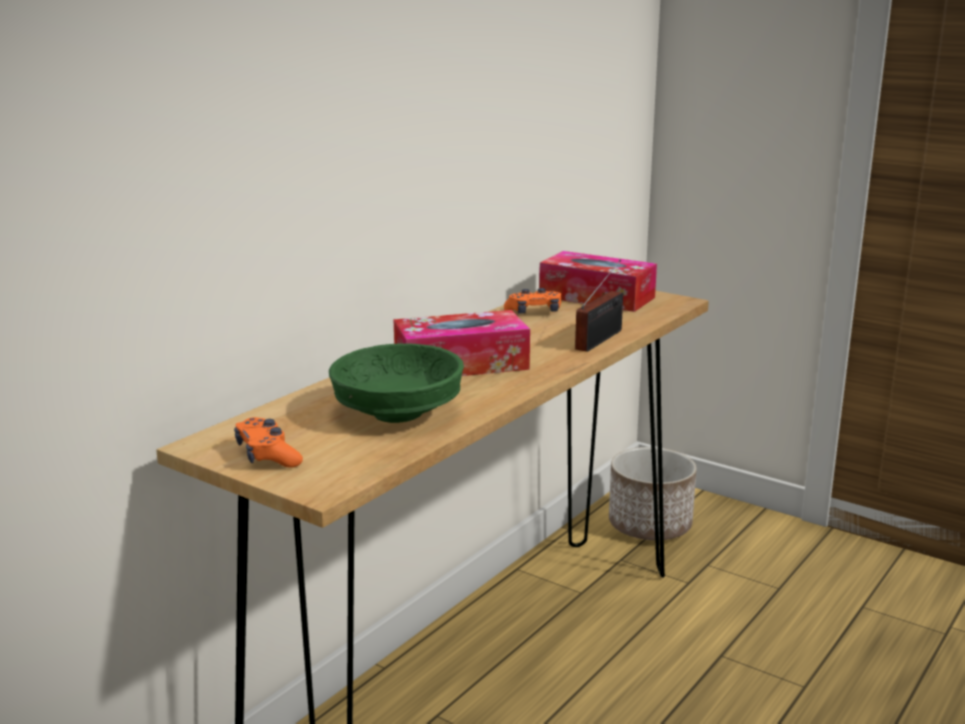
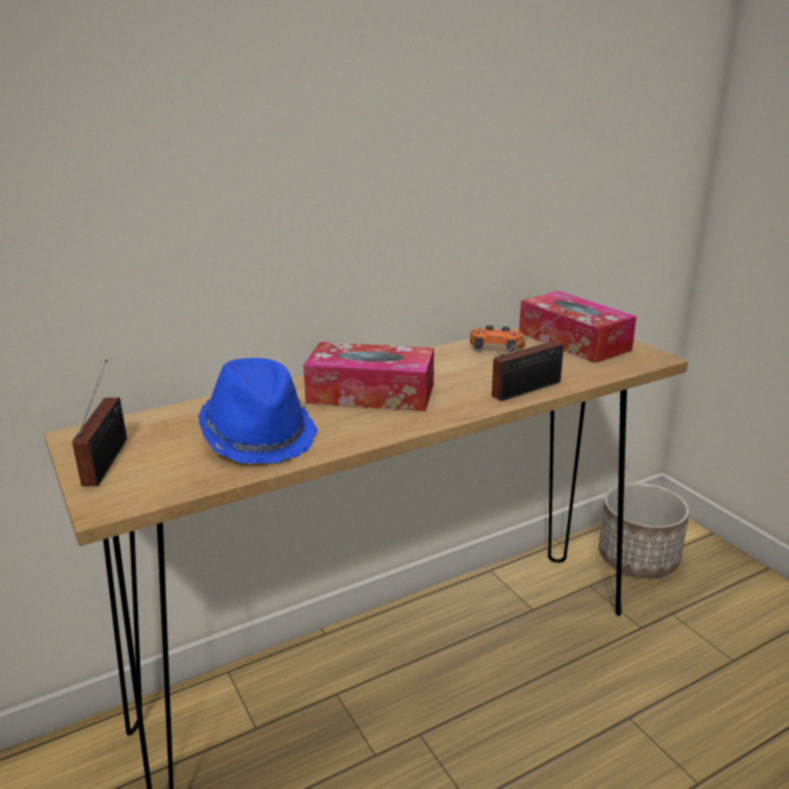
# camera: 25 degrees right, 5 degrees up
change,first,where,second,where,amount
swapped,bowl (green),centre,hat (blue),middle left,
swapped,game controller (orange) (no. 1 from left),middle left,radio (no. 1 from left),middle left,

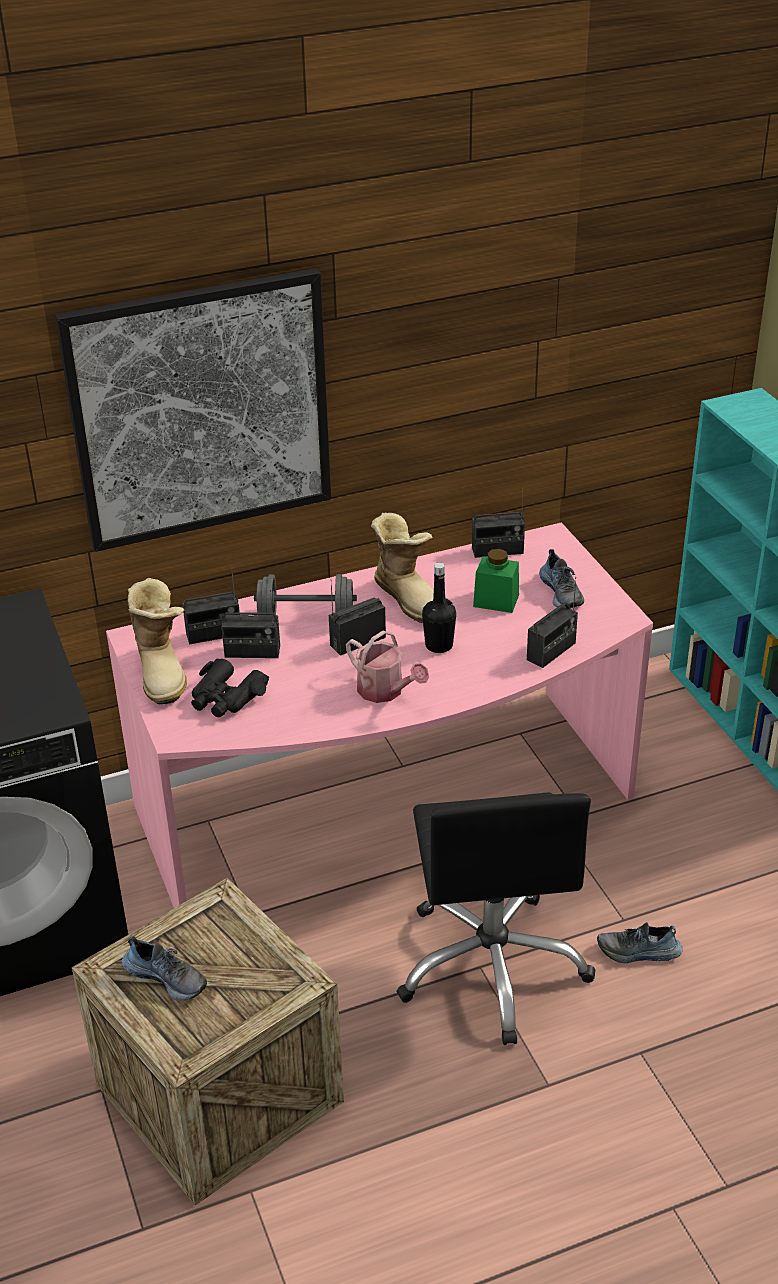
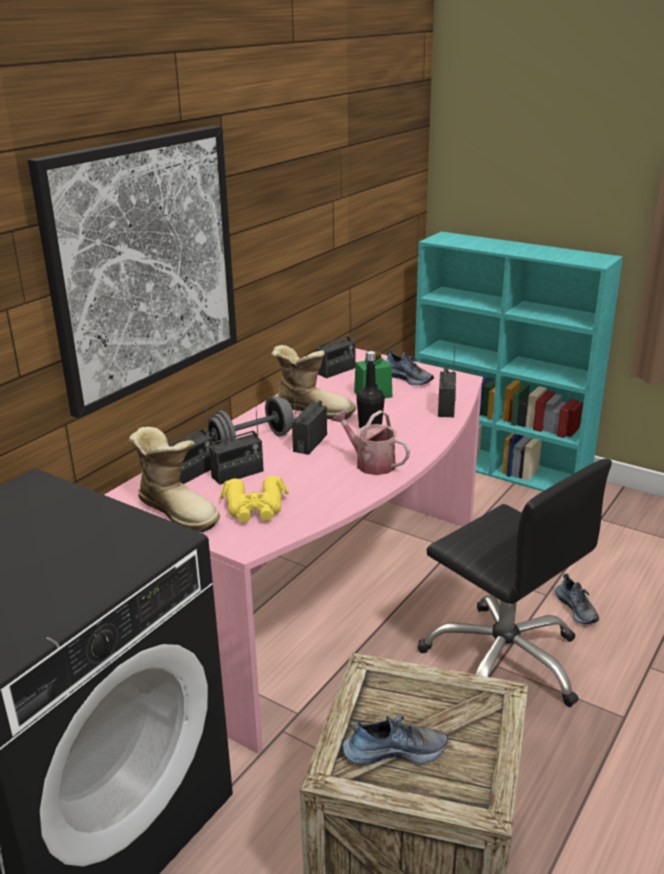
# camera: 35 degrees left, 10 degrees down
change,first,where,second,where,amount
rotated,watering can,centre,,centre,150 degrees counterclockwise
repainted,binoculars (black),middle left,binoculars (yellow),centre,
rotated,shoe (no. 3 from left),bottom right,,bottom right,75 degrees counterclockwise

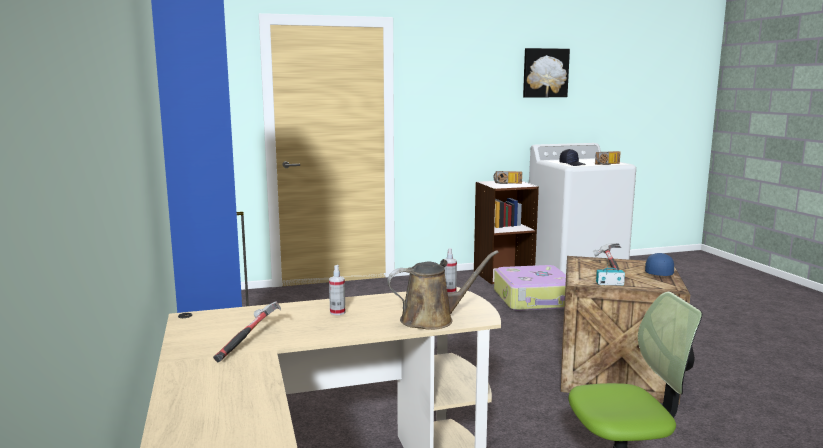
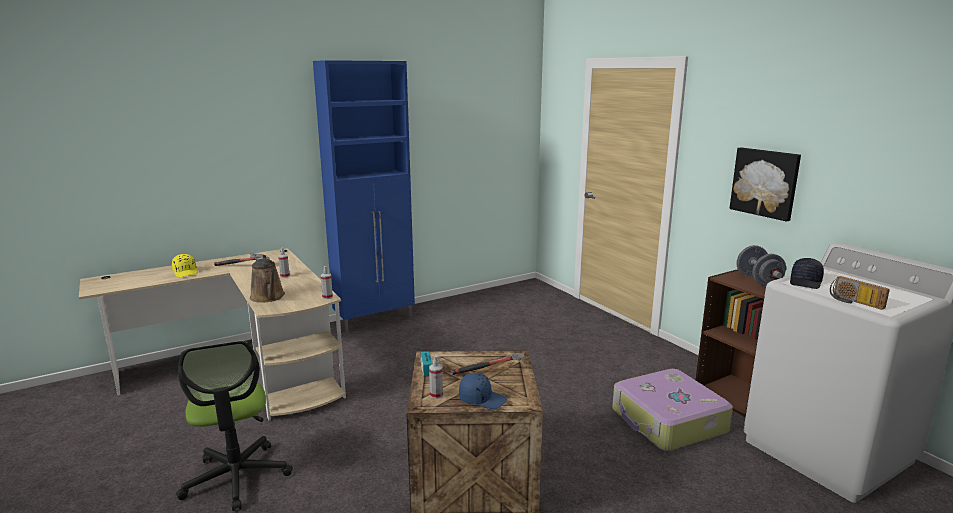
# camera: 75 degrees right, 5 degrees up
change,first,where,second,where,amount
shifted,picture,top centre,,middle right,
swapped,radio (no. 1 from left),centre,dumbbell (grey),middle right,
new,,,cap (yellow),middle left,
new,,,spray bottle (no. 3 from left),bottom centre,

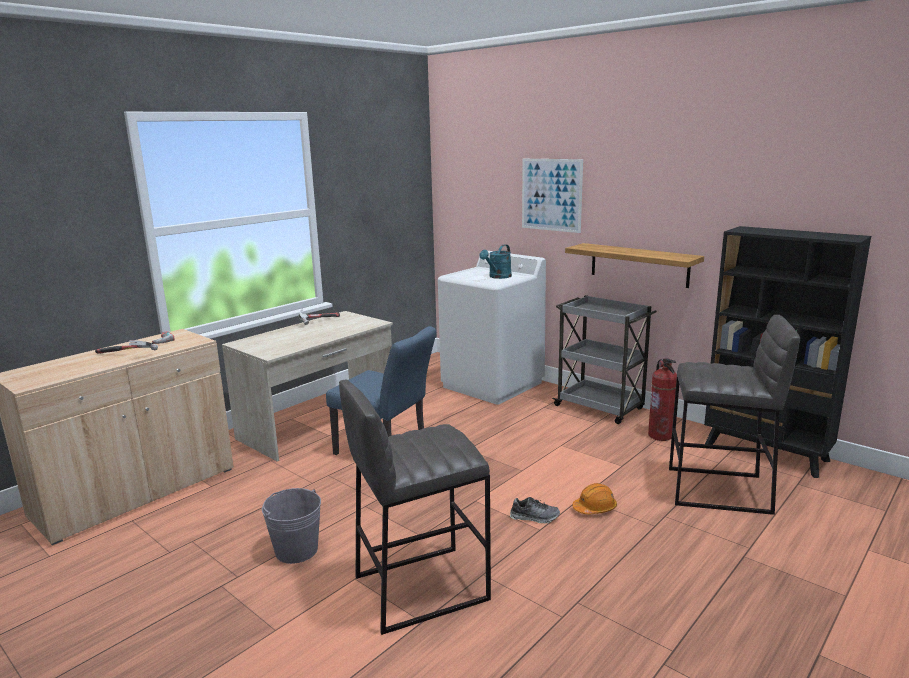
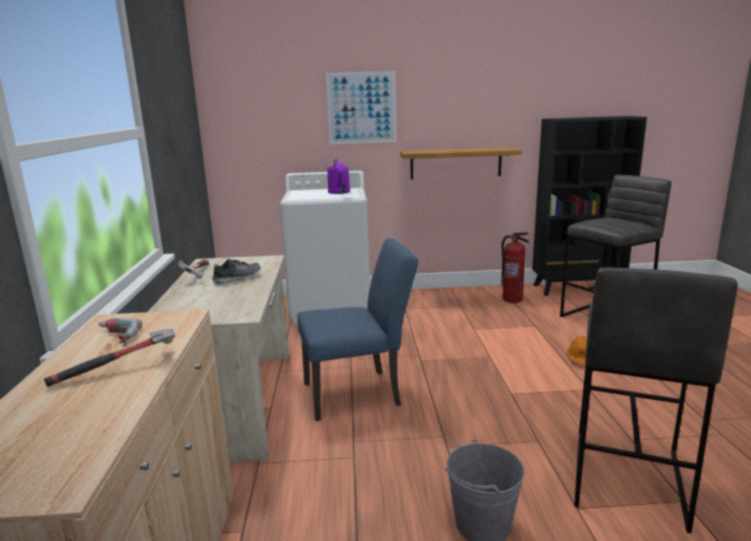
# camera: 45 degrees left, 0 degrees up
change,first,where,second,where,amount
repainted,watering can (turquoise),centre,watering can (purple),top centre,
gone,cart (grey),centre,,,
shifted,shoe,bottom centre,,middle left,

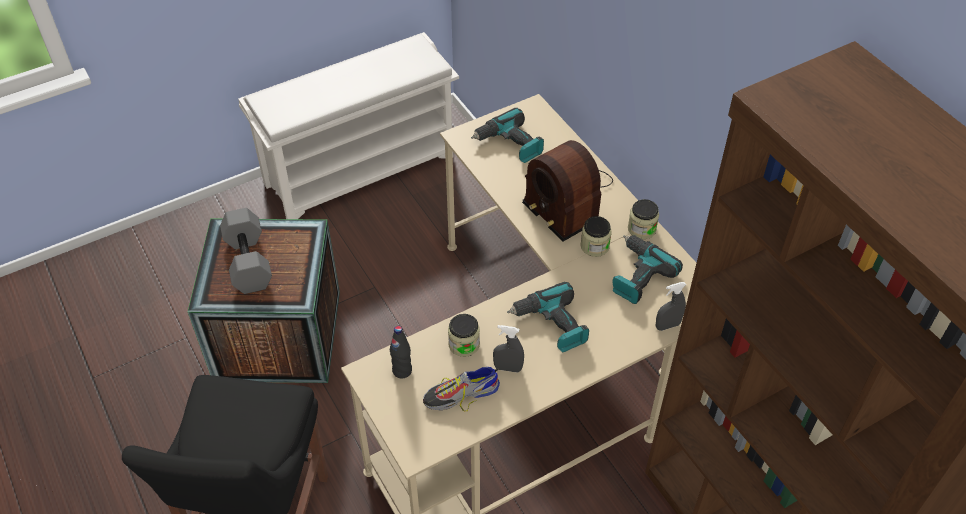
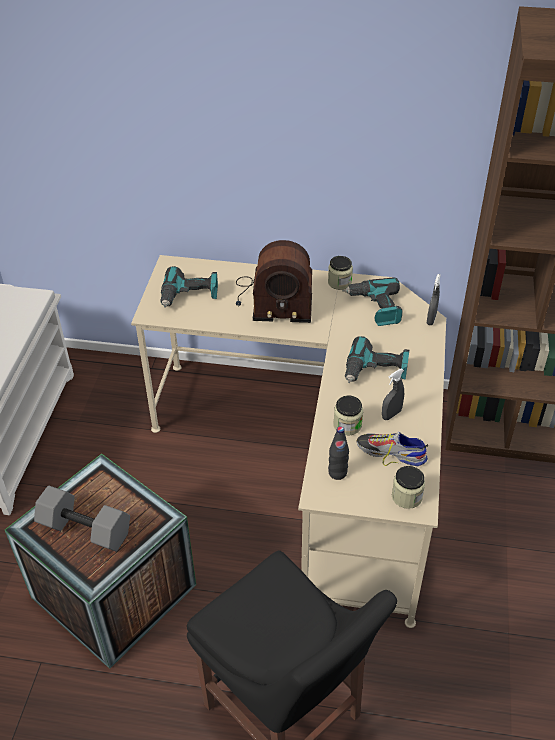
# camera: 50 degrees left, 5 degrees down
change,first,where,second,where,amount
shifted,jar (no. 2 from left in the first image),centre,jar (no. 3 from left),middle right,
rotated,shoe,bottom centre,,middle right,90 degrees clockwise

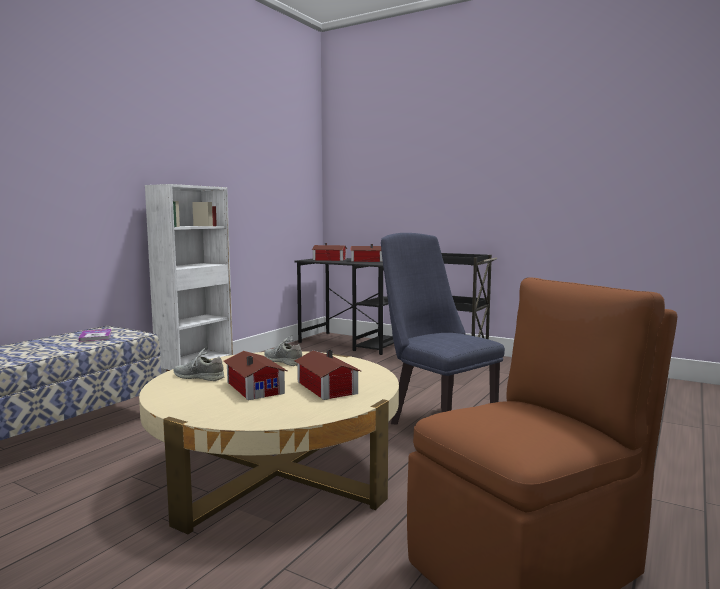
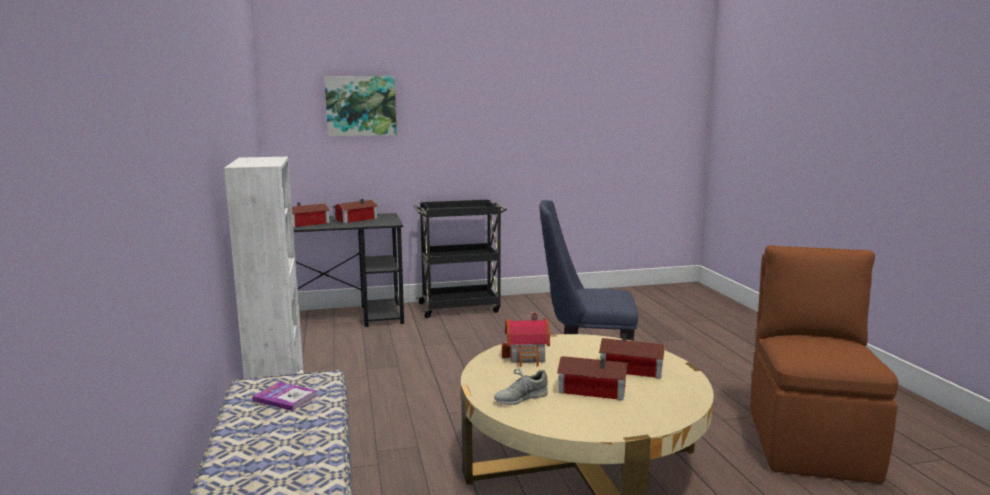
# camera: 45 degrees left, 5 degrees up
change,first,where,second,where,amount
swapped,shoe (grey) (no. 2 from left),centre,toy house (no. 3 from left),bottom centre,
new,,,picture,top centre,

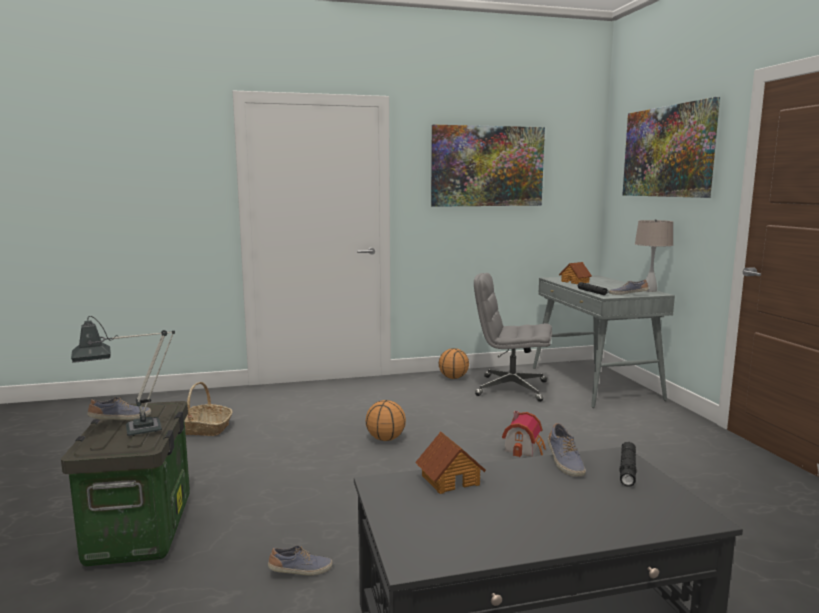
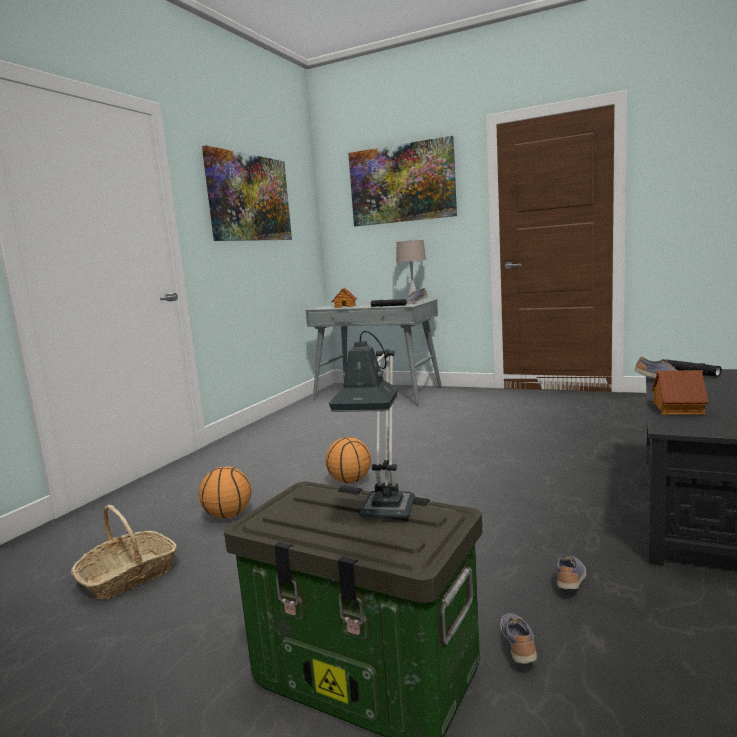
# camera: 50 degrees left, 0 degrees up
change,first,where,second,where,amount
gone,office chair (grey),centre,,,
shifted,basketball (no. 2 from left in the first image),centre,basketball (no. 1 from left),bottom left,
shifted,shoe (no. 1 from left in the first image),middle left,shoe (no. 2 from left),bottom right,
gone,toy house (no. 2 from left),bottom centre,,,

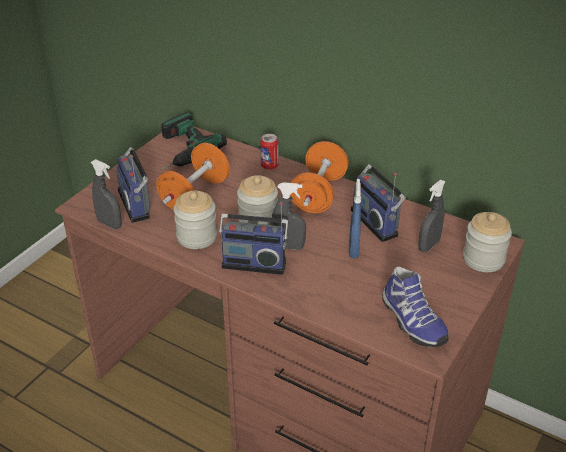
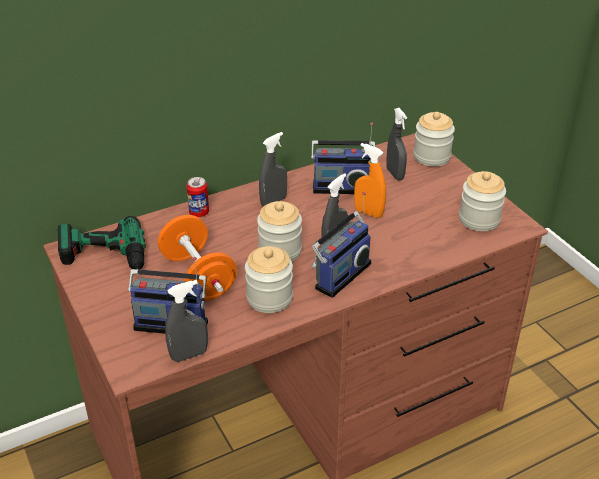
# camera: 60 degrees left, 0 degrees up
change,first,where,second,where,amount
swapped,dumbbell (orange) (no. 2 from left),centre,spray bottle (grey) (no. 2 from left),centre,
repainted,spray bottle (blue),centre,spray bottle (orange),centre,
swapped,shoe,bottom right,jar (no. 4 from left),middle right,

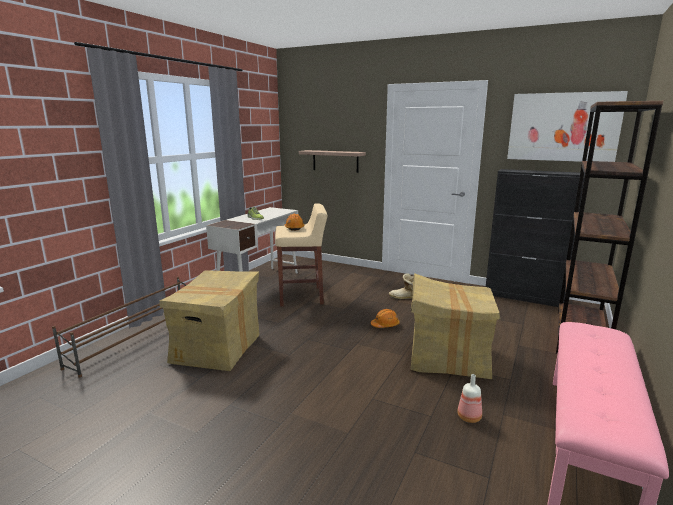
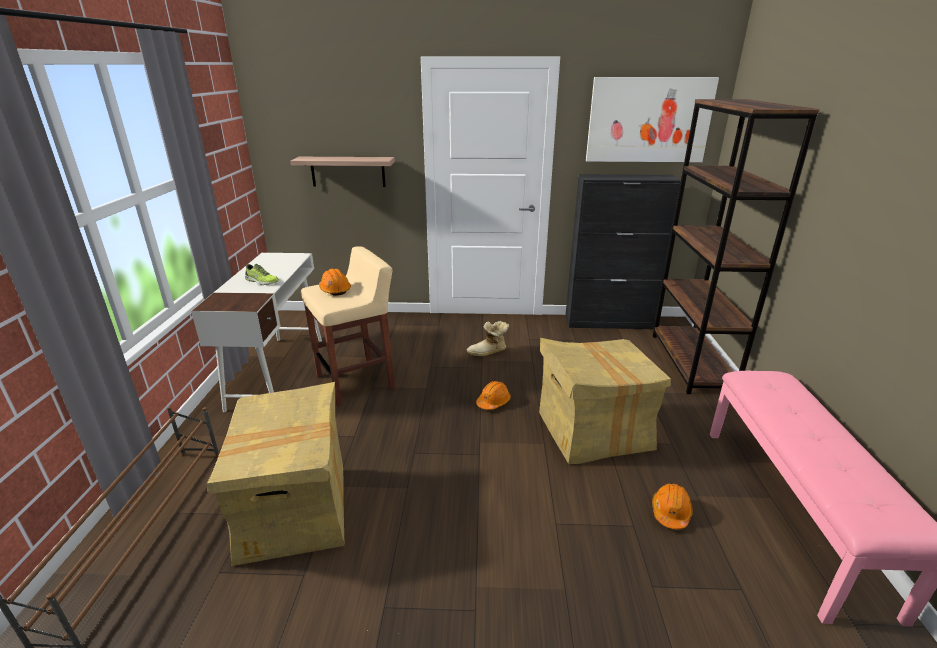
# camera: 25 degrees left, 10 degrees up
change,first,where,second,where,amount
swapped,bottle,bottom right,hard hat (orange) (no. 3 from left),bottom right,

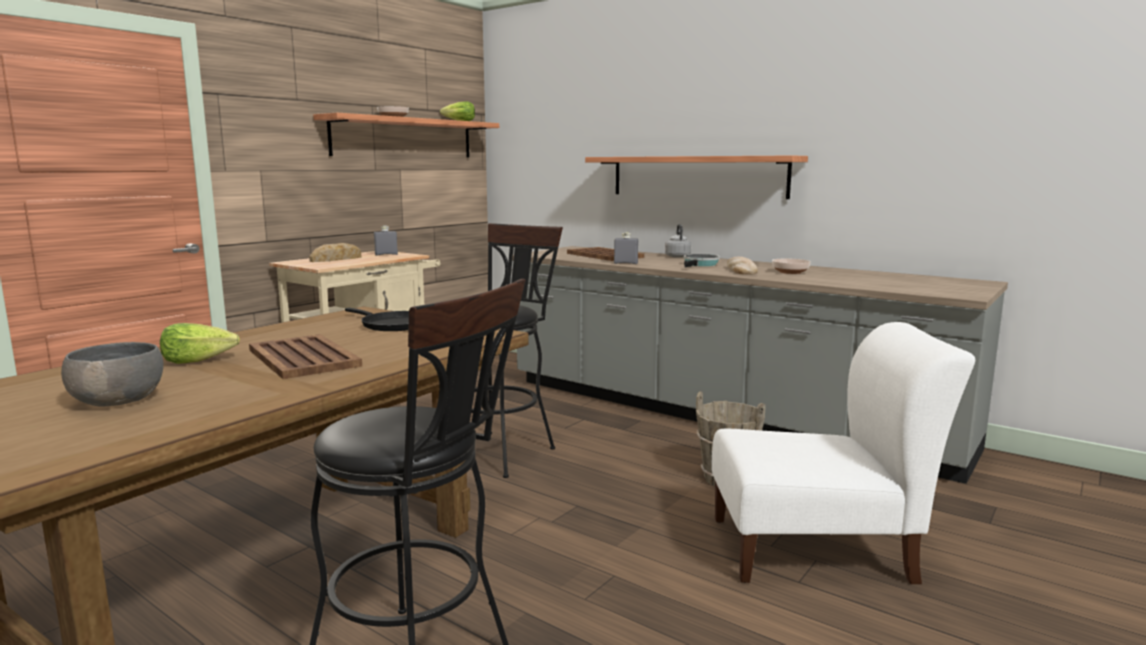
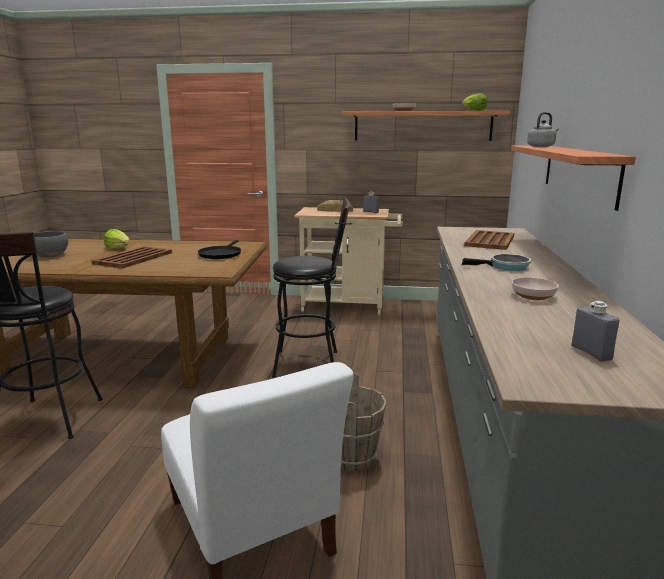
# camera: 60 degrees right, 5 degrees up
change,first,where,second,where,amount
shifted,kettle (grey),centre,,top right,
shifted,bottle (grey) (no. 2 from left),centre,,middle right,
gone,bread (no. 2 from left),centre,,,

